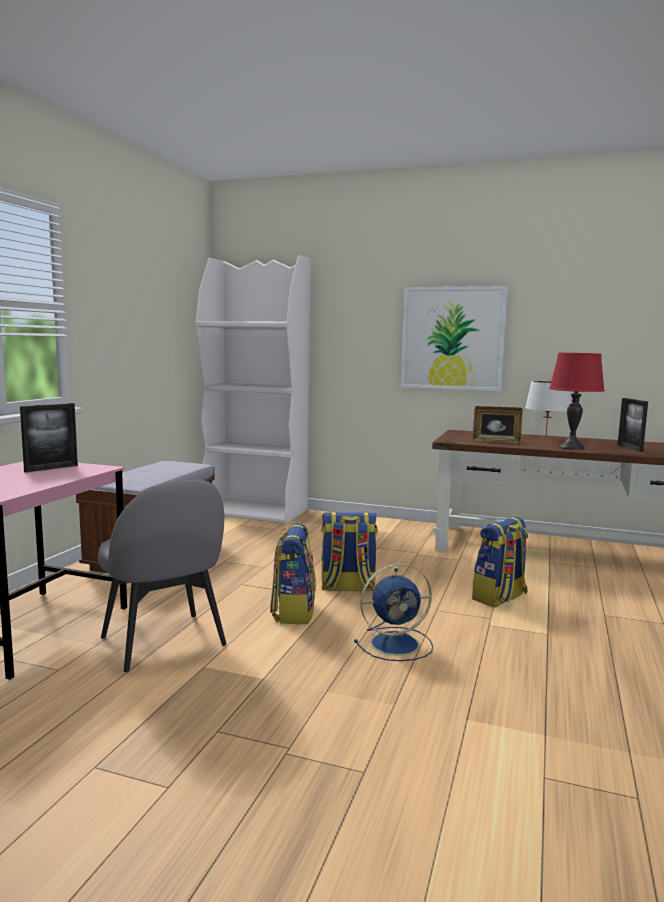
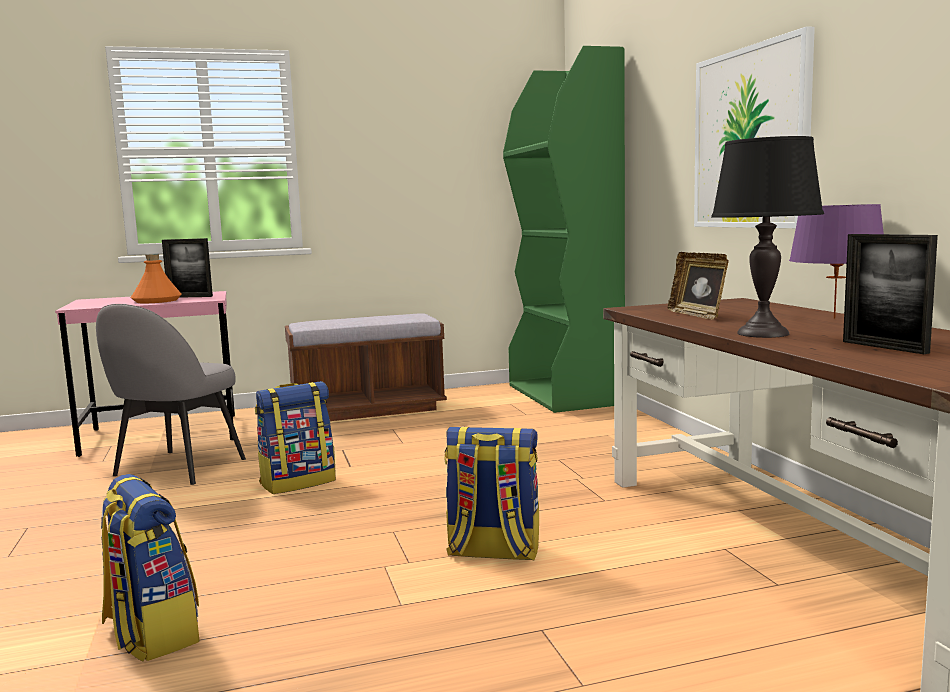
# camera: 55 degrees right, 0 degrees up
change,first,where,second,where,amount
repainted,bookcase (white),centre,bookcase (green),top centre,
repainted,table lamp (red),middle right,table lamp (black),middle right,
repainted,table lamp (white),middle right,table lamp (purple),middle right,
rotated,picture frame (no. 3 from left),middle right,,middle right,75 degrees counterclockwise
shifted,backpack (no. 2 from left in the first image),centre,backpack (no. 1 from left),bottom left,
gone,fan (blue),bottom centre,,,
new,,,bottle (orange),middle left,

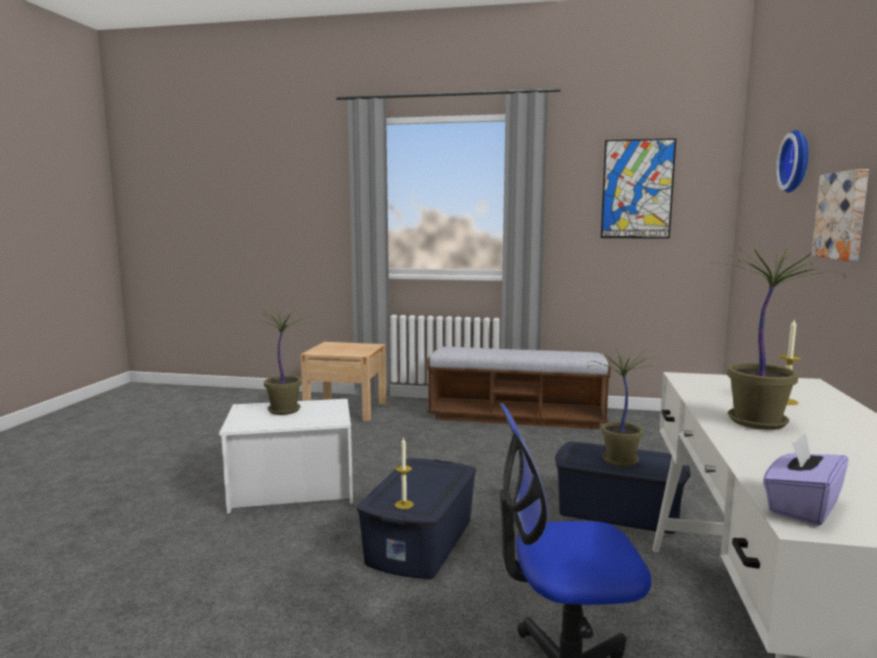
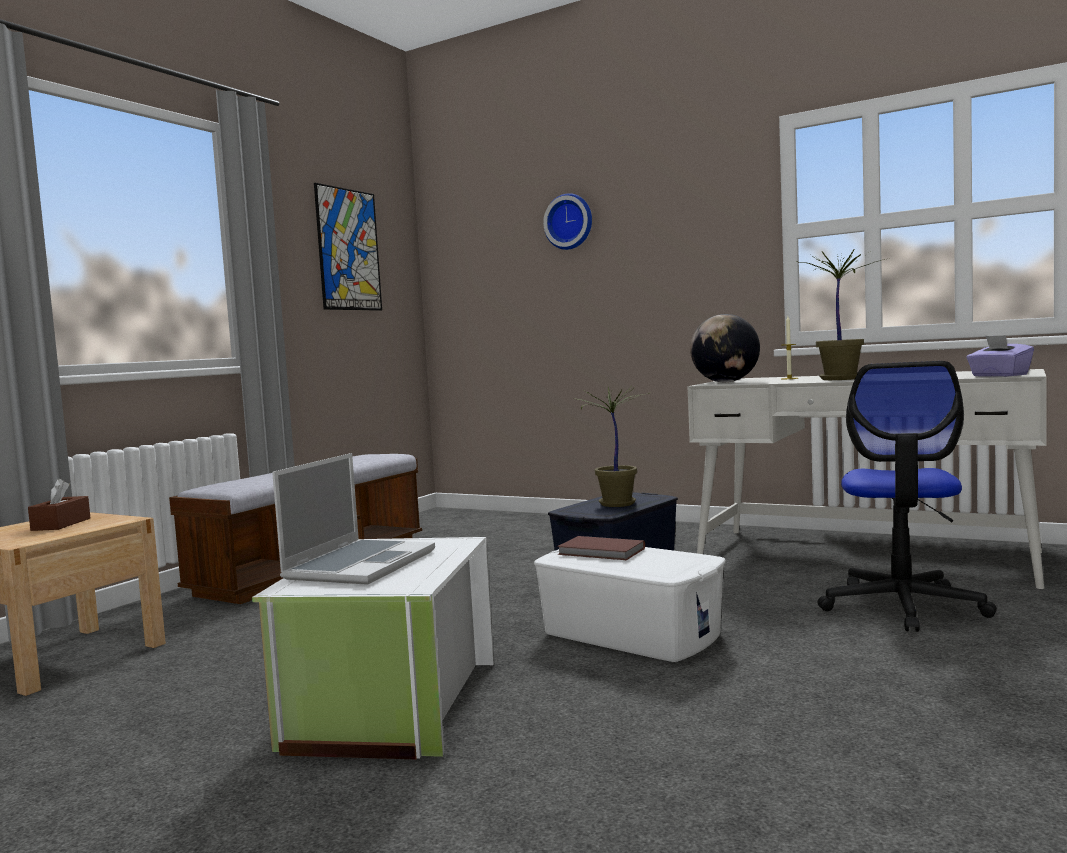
# camera: 70 degrees left, 5 degrees down
change,first,where,second,where,amount
gone,picture (no. 2 from left),top right,,,
swapped,potted plant (no. 1 from left),middle left,laptop,middle left,
gone,candle (no. 1 from left),bottom centre,,,
repainted,storage box (blue) (no. 1 from left),bottom centre,storage box (white) (no. 2 from left),bottom centre,
new,,,globe,middle right,
new,,,tissue box (brown),middle left,
new,,,book (brown),centre,

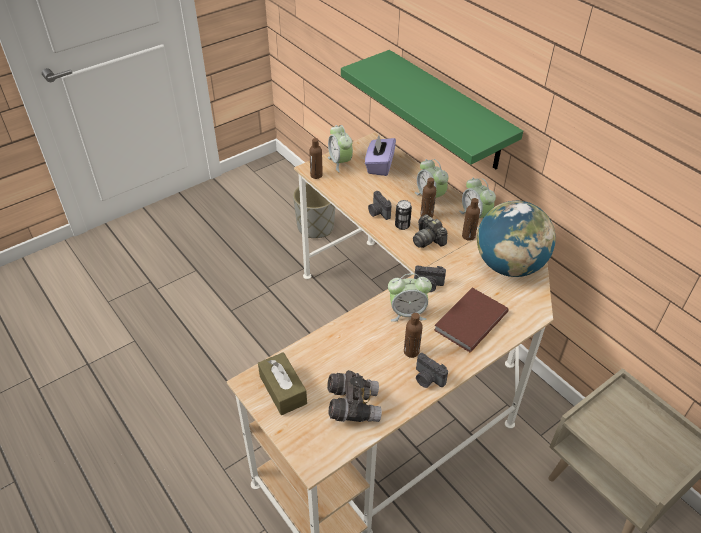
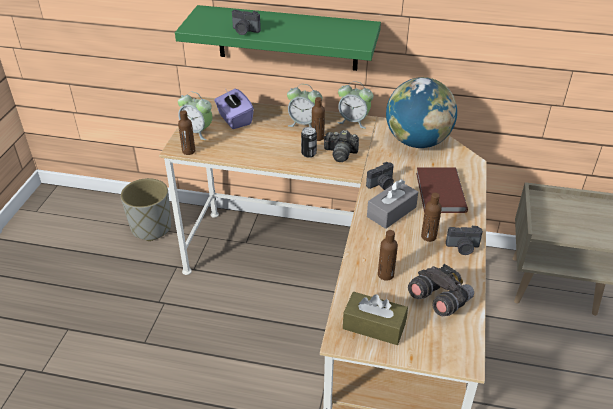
# camera: 40 degrees left, 5 degrees down
change,first,where,second,where,amount
shifted,photo camera (no. 1 from left),centre,,top centre,
shifted,bottle (brown) (no. 4 from left in the first image),middle right,bottle (brown) (no. 3 from left),centre,
swapped,alarm clock (no. 2 from left),centre,tissue box (grey),centre,

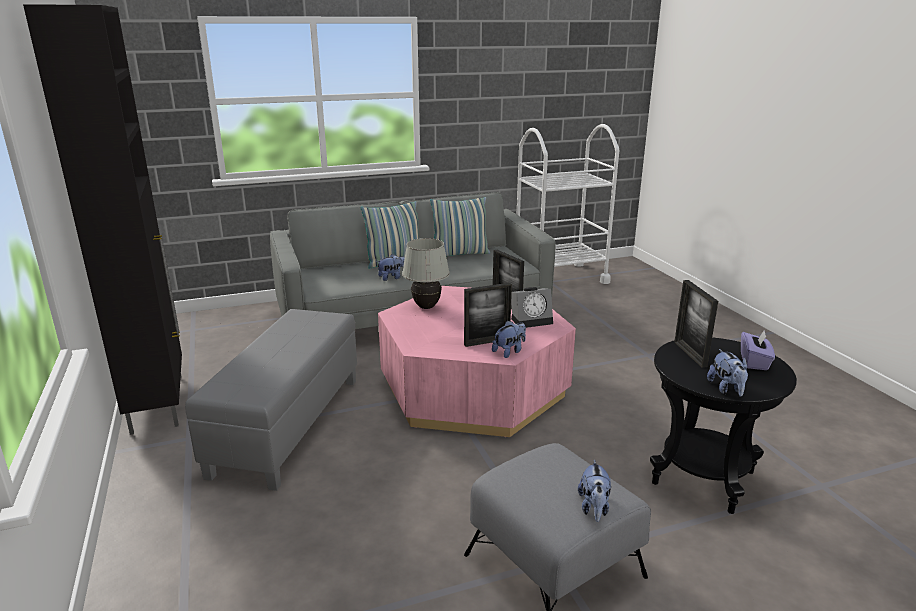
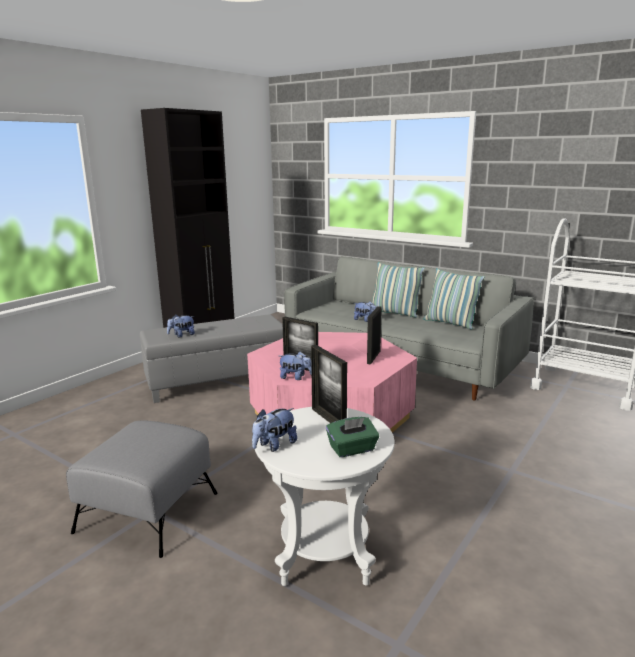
# camera: 55 degrees right, 5 degrees down
change,first,where,second,where,amount
gone,table lamp (white),centre,,,
rotated,picture frame (no. 3 from left in the first image),middle right,picture frame (no. 2 from left),centre,75 degrees counterclockwise
gone,alarm clock,centre,,,
repainted,tissue box (purple),middle right,tissue box (green),centre,
repainted,side table (black),bottom right,side table (white),bottom centre,
shifted,plush toy (no. 3 from left in the first image),bottom centre,plush toy (no. 1 from left),middle left,

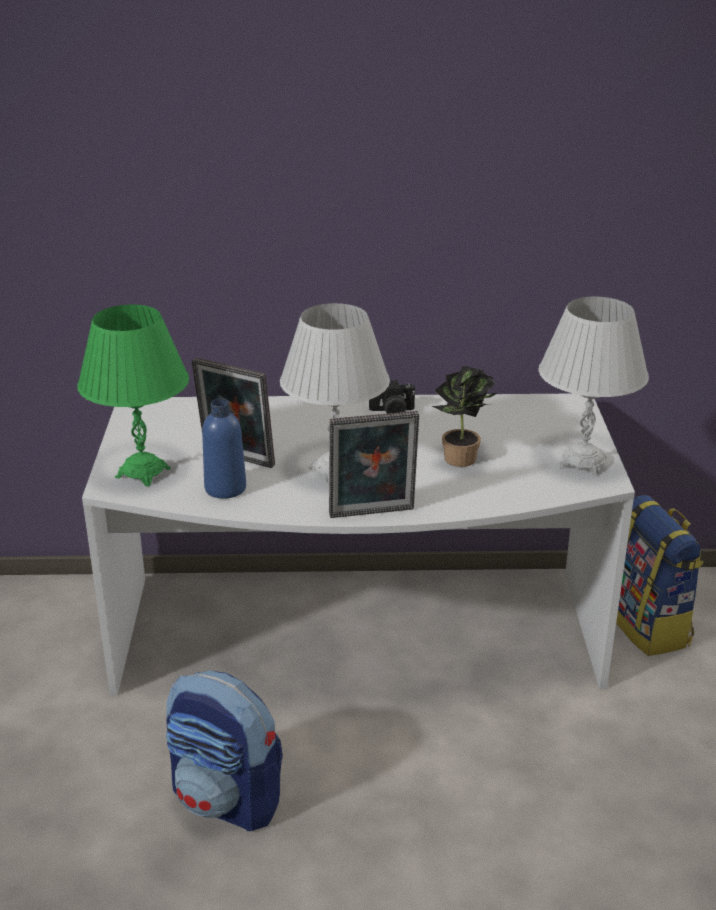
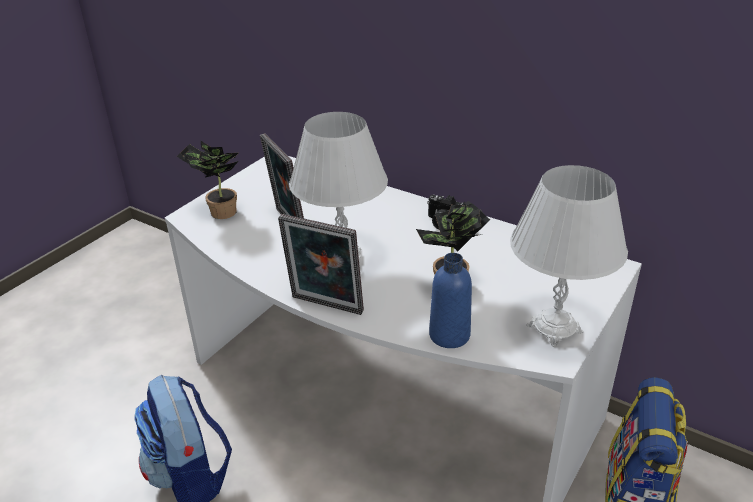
# camera: 35 degrees right, 5 degrees up
change,first,where,second,where,amount
swapped,table lamp (green),middle left,potted plant (no. 1 from left),middle left,
shifted,bottle (blue),middle left,,centre,

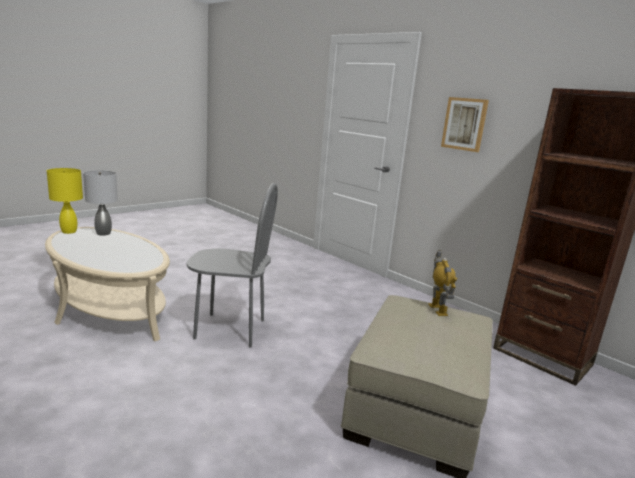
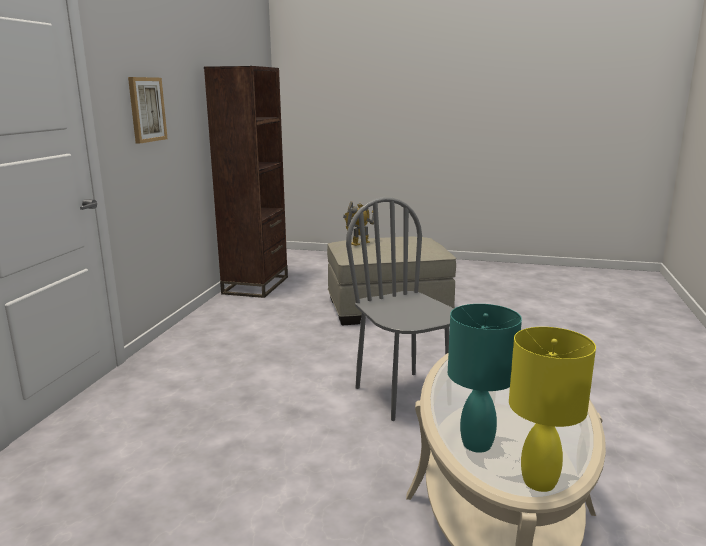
# camera: 120 degrees left, 0 degrees up
change,first,where,second,where,amount
repainted,table lamp (grey),middle left,table lamp (turquoise),bottom right,

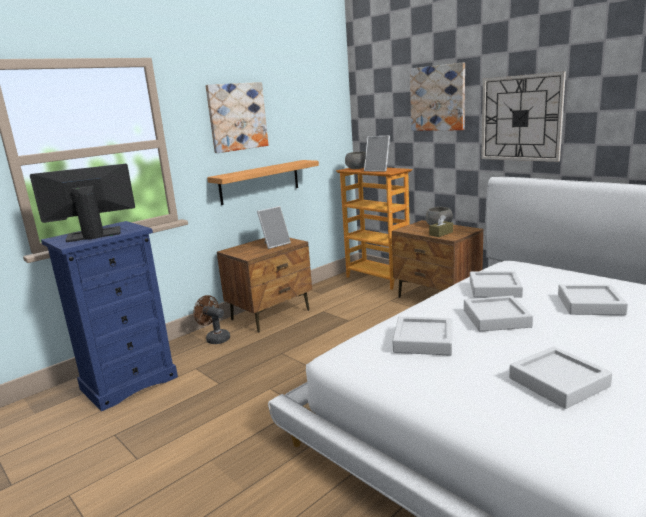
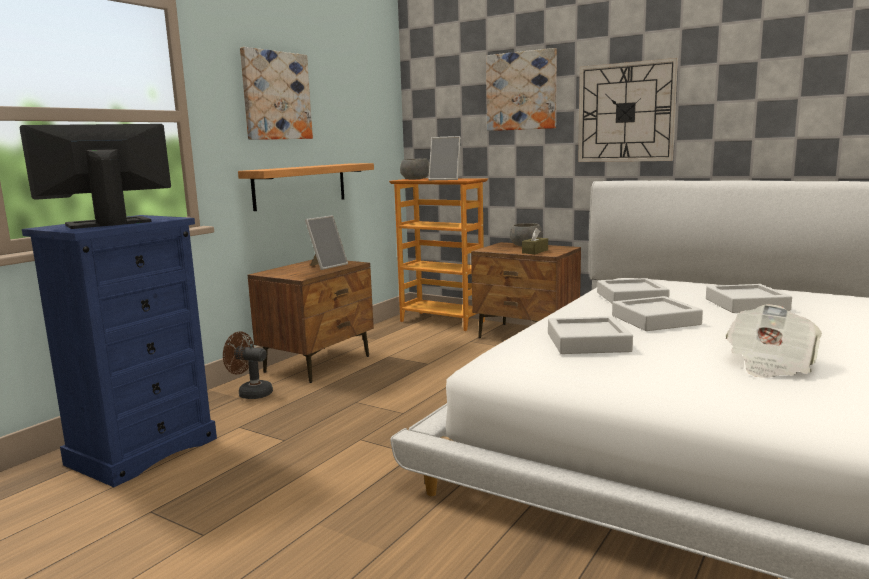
# camera: 15 degrees left, 5 degrees down
change,first,where,second,where,amount
swapped,tray (grey) (no. 4 from left),bottom right,newspaper,middle right,

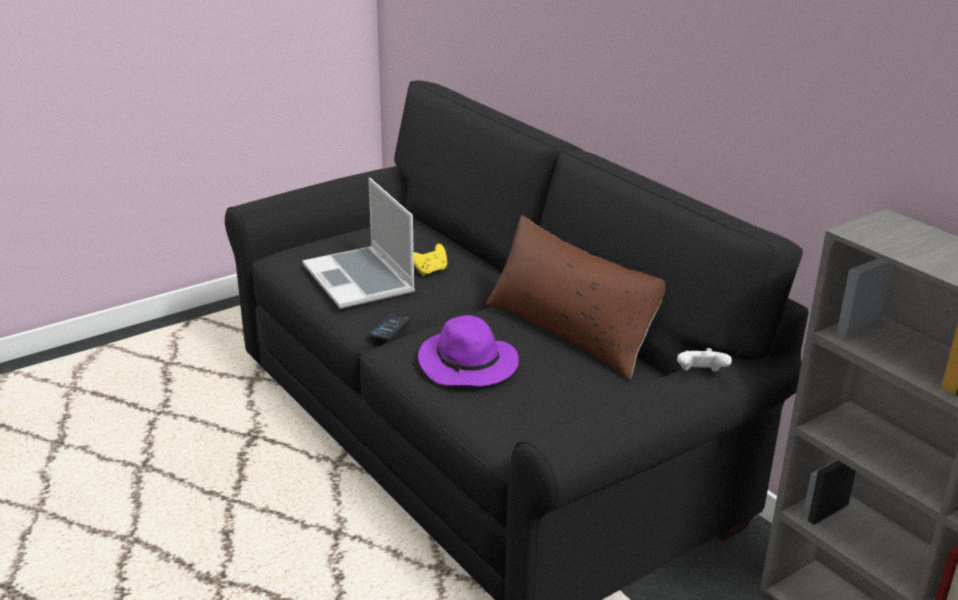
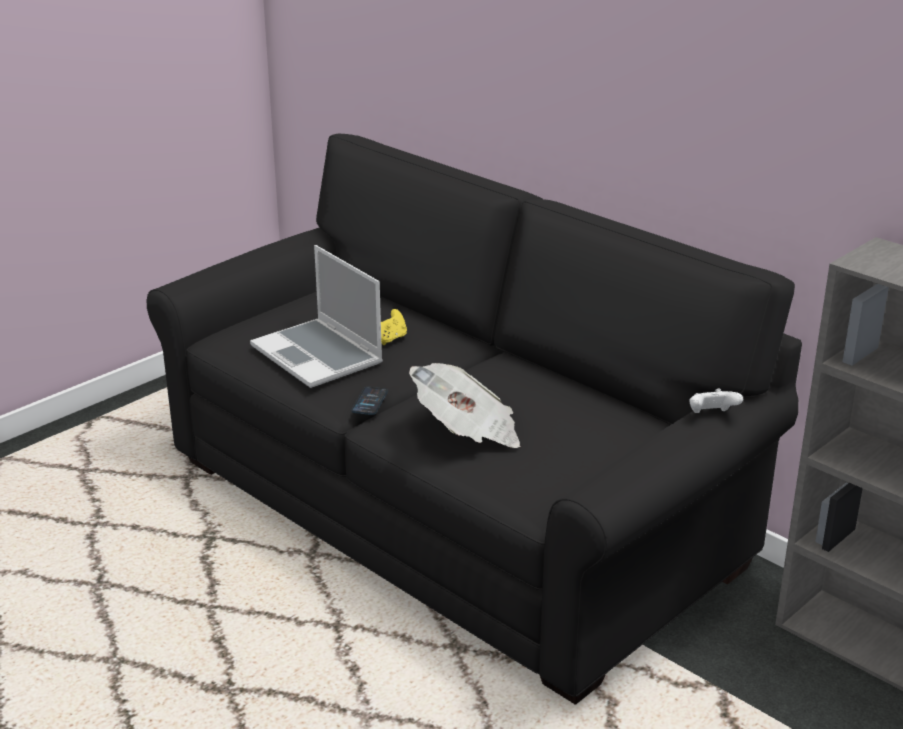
# camera: 10 degrees left, 0 degrees up
change,first,where,second,where,amount
gone,pillow (brown),centre,,,
swapped,hat (purple),centre,newspaper,centre,

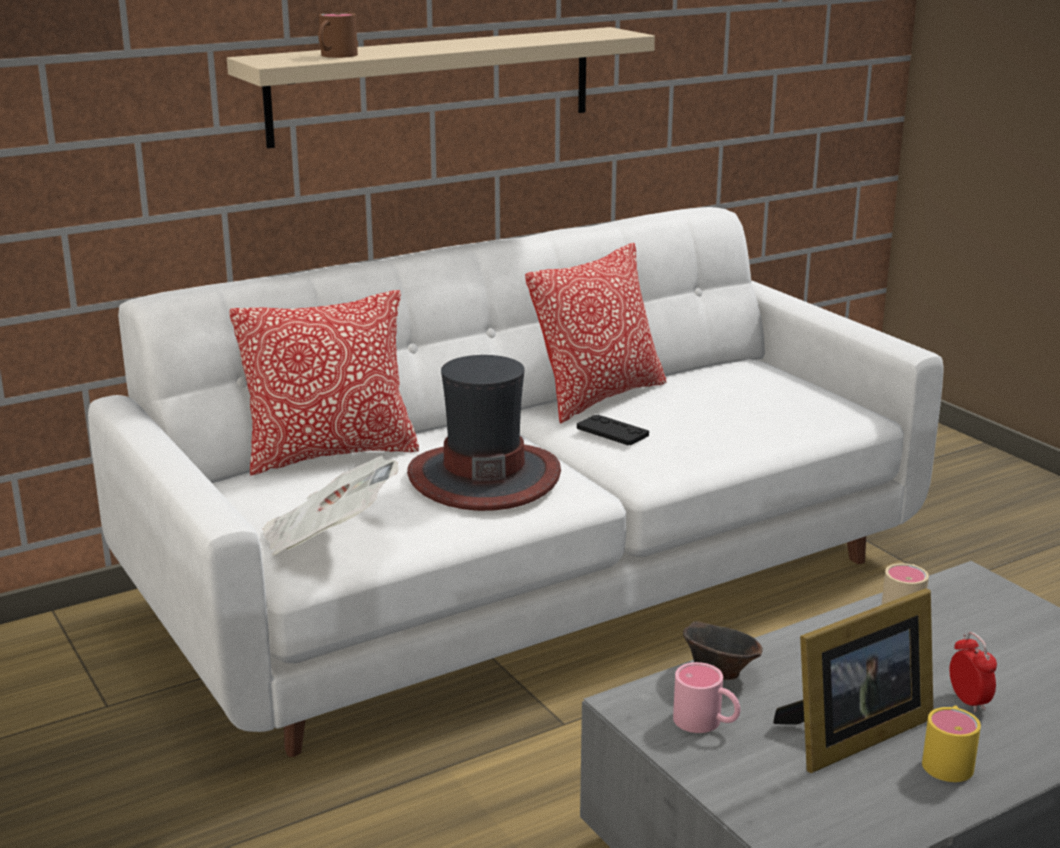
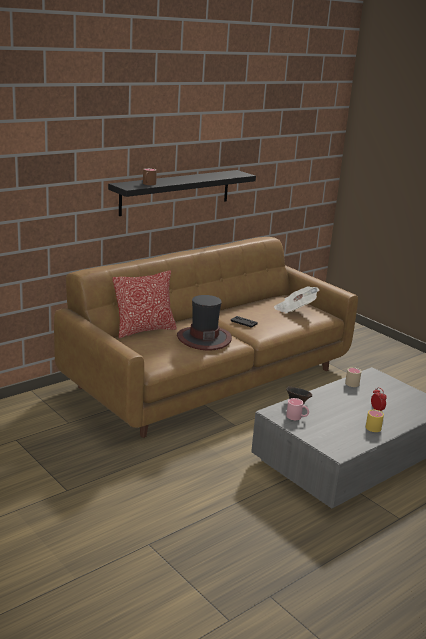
# camera: 10 degrees left, 0 degrees up
change,first,where,second,where,amount
repainted,shelf (beige),top centre,shelf (black),top centre,
repainted,sofa (white),centre,sofa (brown),centre,
gone,pillow (no. 2 from left),centre,,,
shifted,newspaper,middle left,,middle right,
gone,picture frame,bottom right,,,

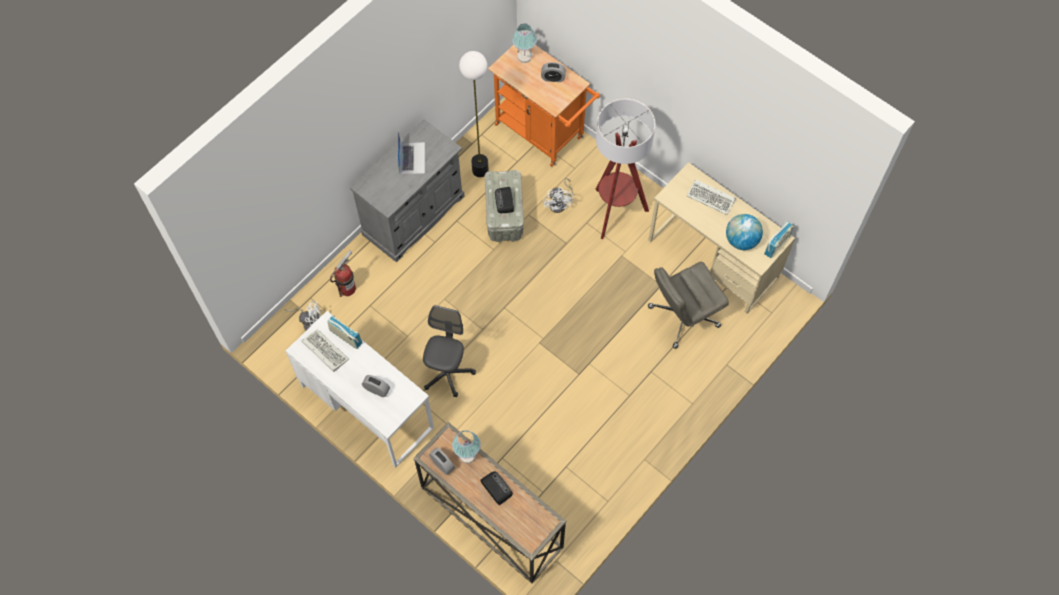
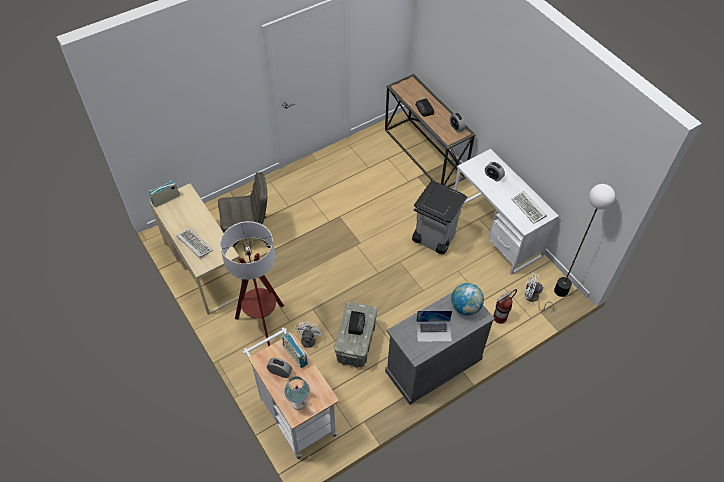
# camera: 165 degrees left, 10 degrees down
change,first,where,second,where,amount
repainted,cart (orange),top centre,cart (white),bottom centre,
shifted,floor lamp (no. 1 from left in the first image),top centre,floor lamp (no. 2 from left),middle right,
rotated,laptop,top centre,,bottom centre,105 degrees counterclockwise
shifted,globe,middle right,,centre,
swapped,office chair (grey) (no. 1 from left),centre,trash can (grey),centre,
shifted,radio (no. 1 from left in the first image),middle left,radio (no. 2 from left),bottom centre,
gone,table lamp (no. 1 from left),bottom centre,,,

